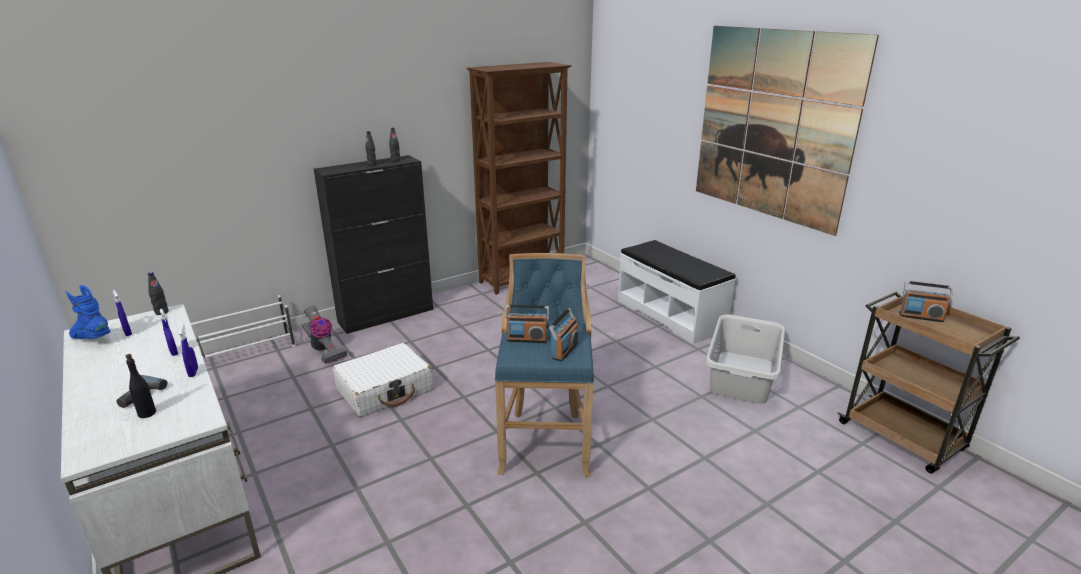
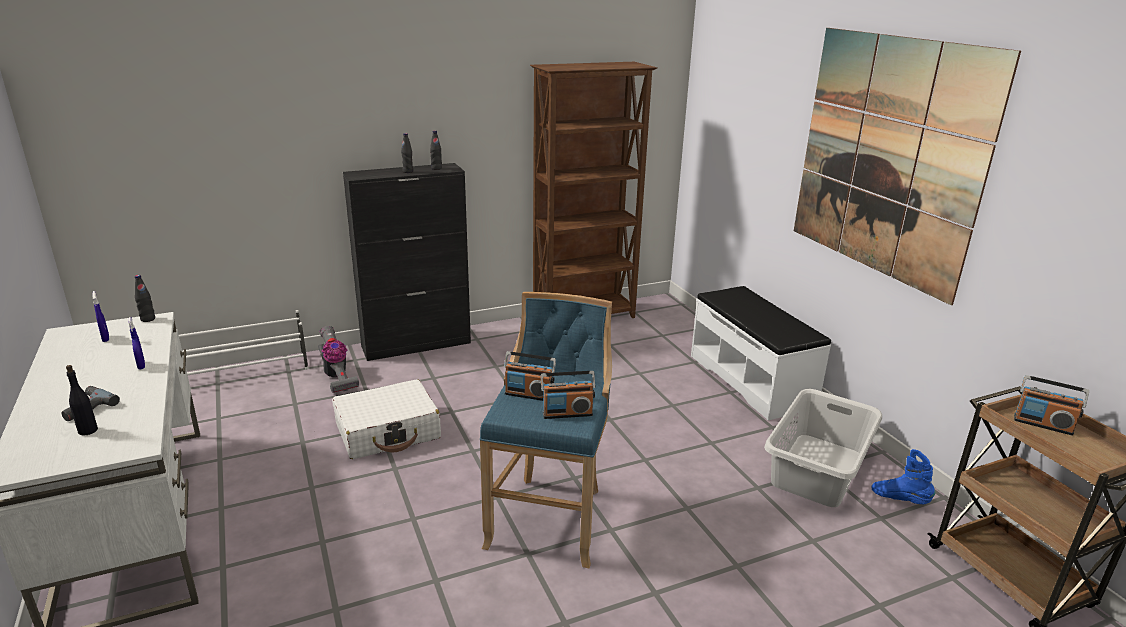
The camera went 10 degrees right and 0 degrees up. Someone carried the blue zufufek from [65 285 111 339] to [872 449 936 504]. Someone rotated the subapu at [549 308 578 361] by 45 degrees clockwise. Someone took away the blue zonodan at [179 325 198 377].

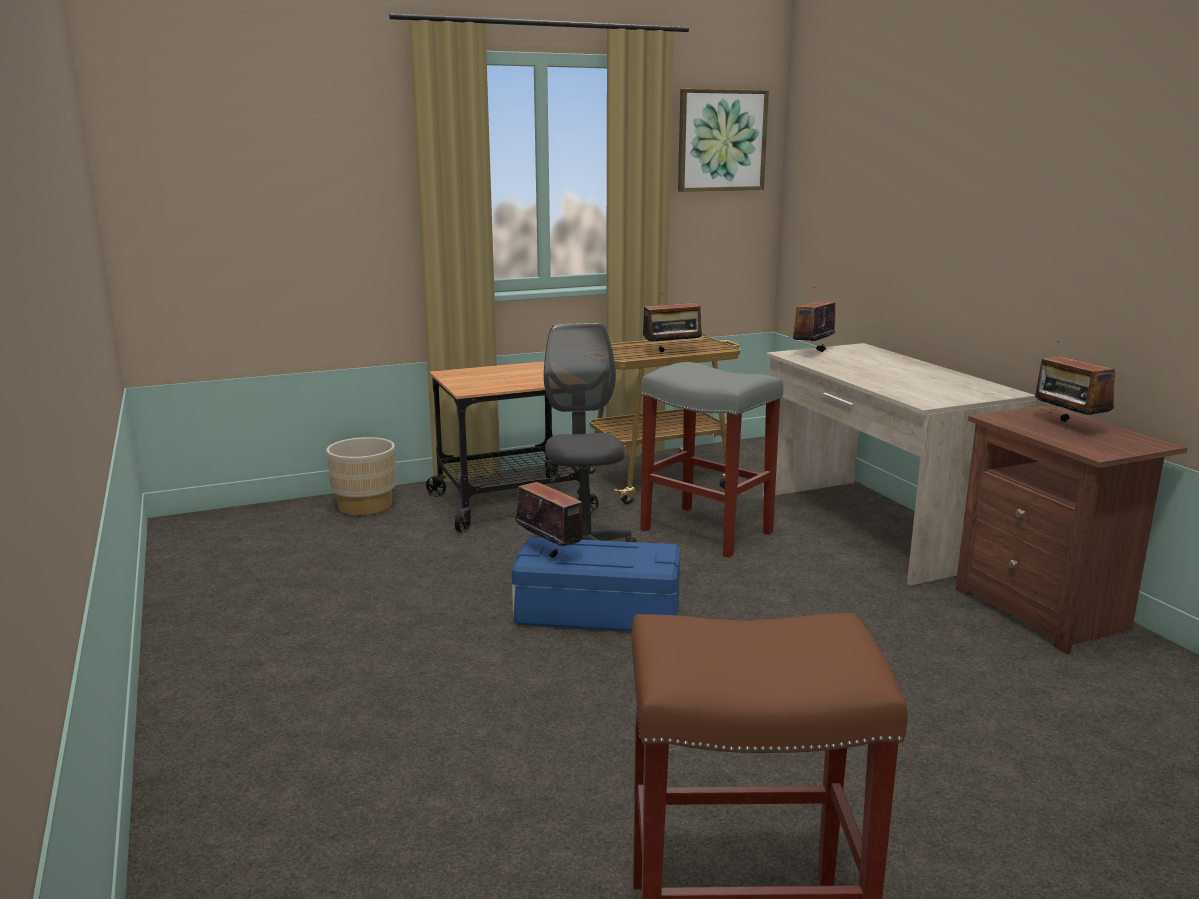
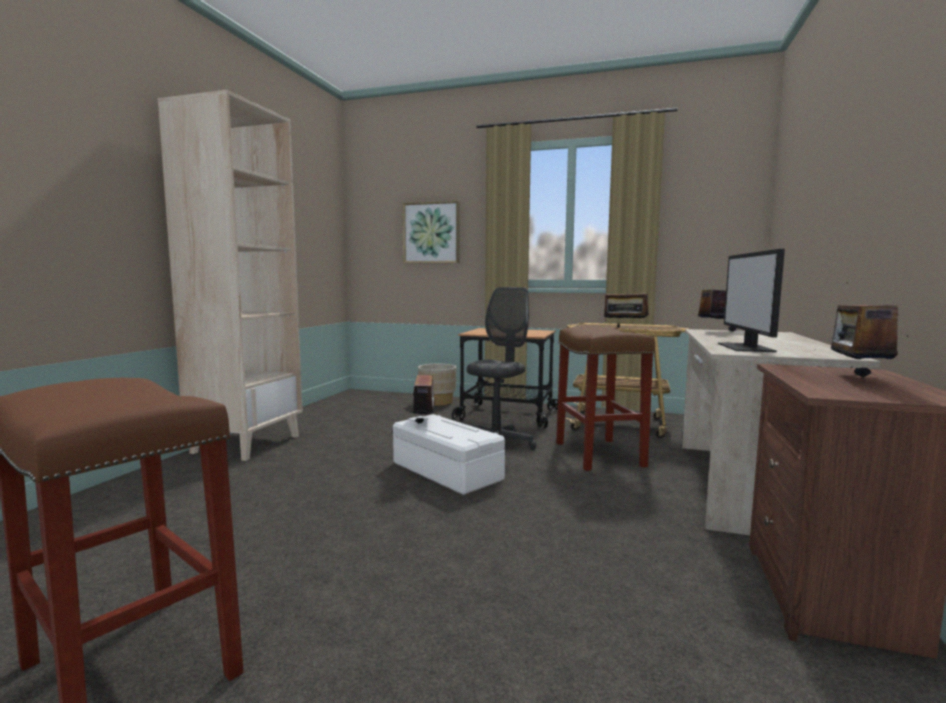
The camera went 40 degrees right and 10 degrees down. Someone carried the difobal from [678 89 769 192] to [402 201 460 264]. Someone repainted the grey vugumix at [640 362 783 558], which became the brown vugumix at [556 326 655 471]. Someone repainted the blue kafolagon at [512 537 680 631], which became the white kafolagon at [393 414 505 495]. Someone put down the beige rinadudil at [158 90 303 461]. Someone put down the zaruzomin at [718 249 785 352].

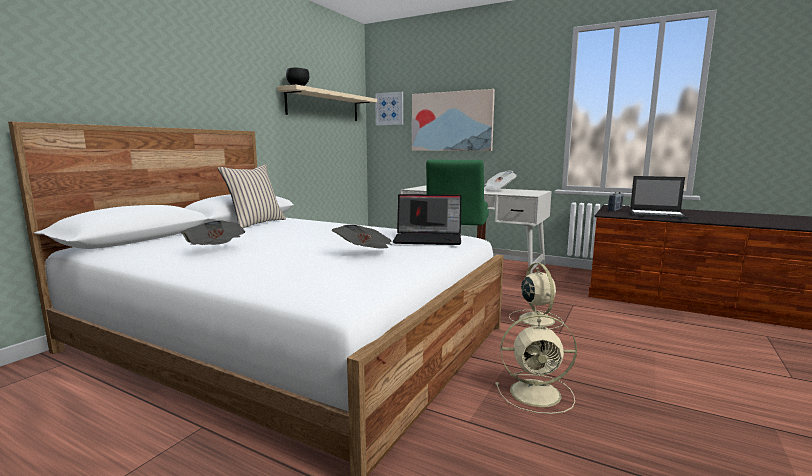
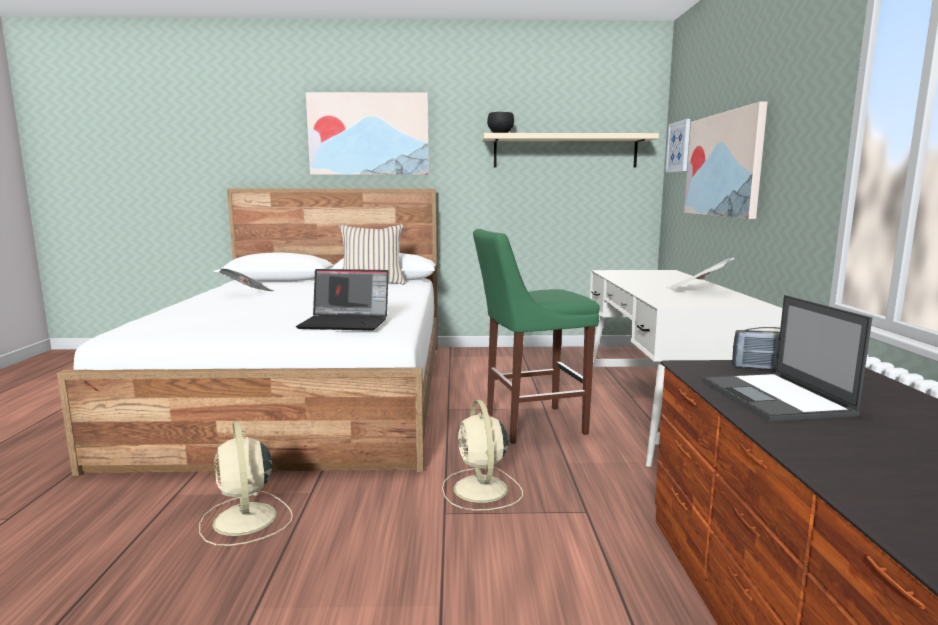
The camera went 60 degrees right and 0 degrees up. Someone rotated the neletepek at [392 194 461 245] by 60 degrees counterclockwise. Someone took away the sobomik at [332 225 392 248]. Someone rotated the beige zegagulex at [509 263 564 329] by 120 degrees clockwise. Someone put up the difobal at [306 92 429 175].

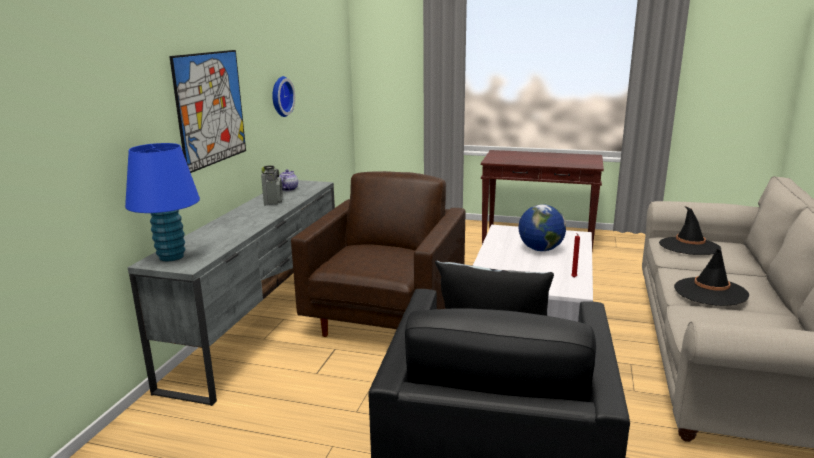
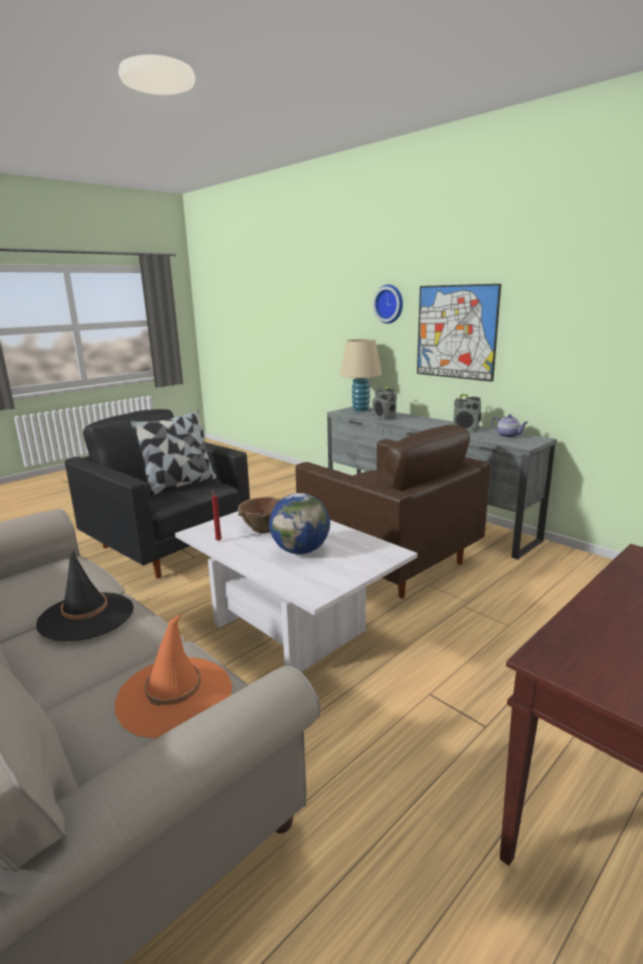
The camera went 120 degrees right and 0 degrees up. Someone carried the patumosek from [272 76 295 117] to [373 284 403 324]. Someone repainted the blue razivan at [125 143 200 261], which became the beige razivan at [340 339 382 411]. Someone repainted the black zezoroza at [659 206 721 255], which became the orange zezoroza at [114 613 232 739]. Someone put down the subapu at [372 386 397 420]. Someone put down the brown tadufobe at [238 497 281 533].

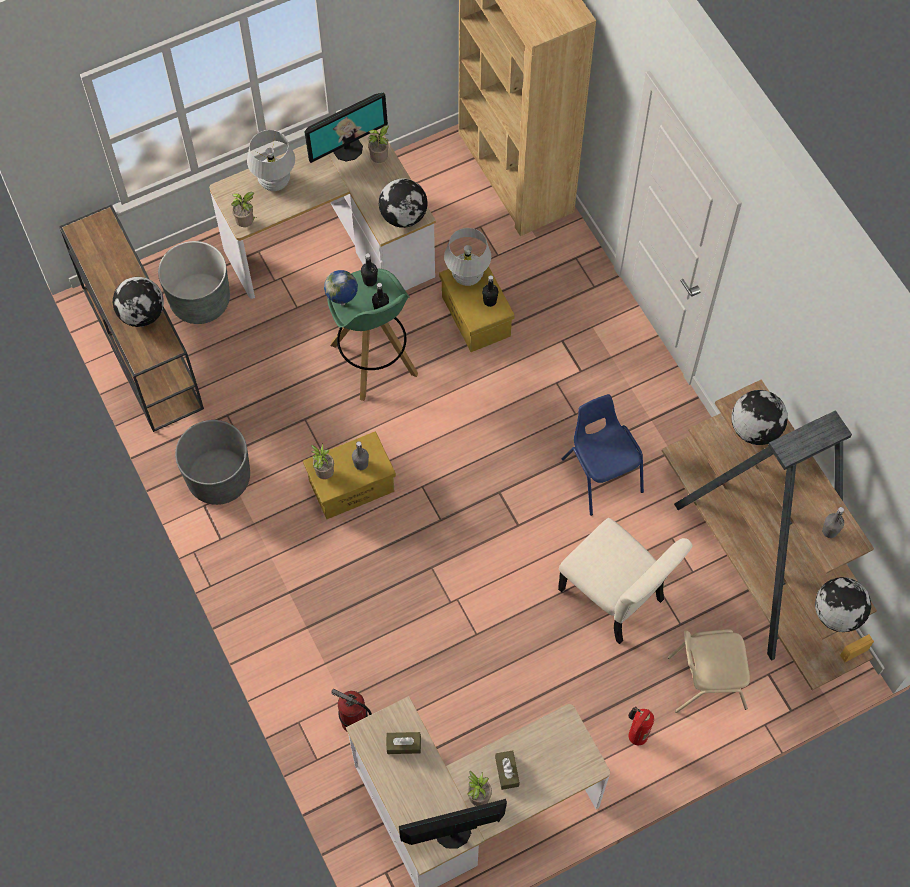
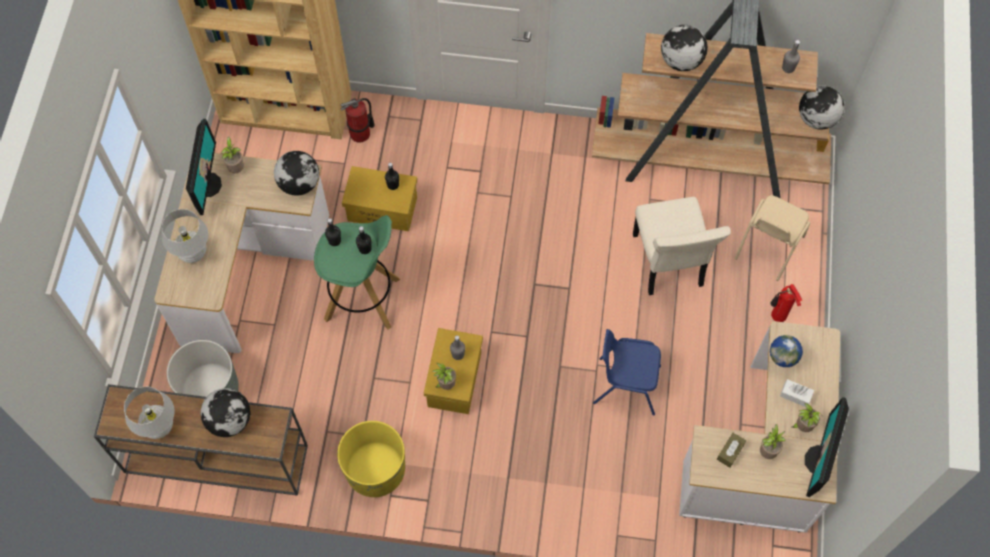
The camera went 55 degrees left and 0 degrees up. Someone carried the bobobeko from [231 192 256 227] to [760 424 786 459]. Someone carried the white razivan from [444 228 491 286] to [124 386 175 439]. Someone carried the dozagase from [324 270 358 306] to [770 335 803 367]. Someone carried the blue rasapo from [562 394 644 516] to [593 329 661 415]. Someone repainted the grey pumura at [175 420 250 505], which became the yellow pumura at [337 421 405 497]. Someone rotated the beige rasapo at [558 518 692 644] by 90 degrees clockwise. Someone carried the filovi from [331 689 372 732] to [340 98 375 143]. Someone repainted the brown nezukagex at [495 750 520 790], which became the white nezukagex at [780 379 814 407].

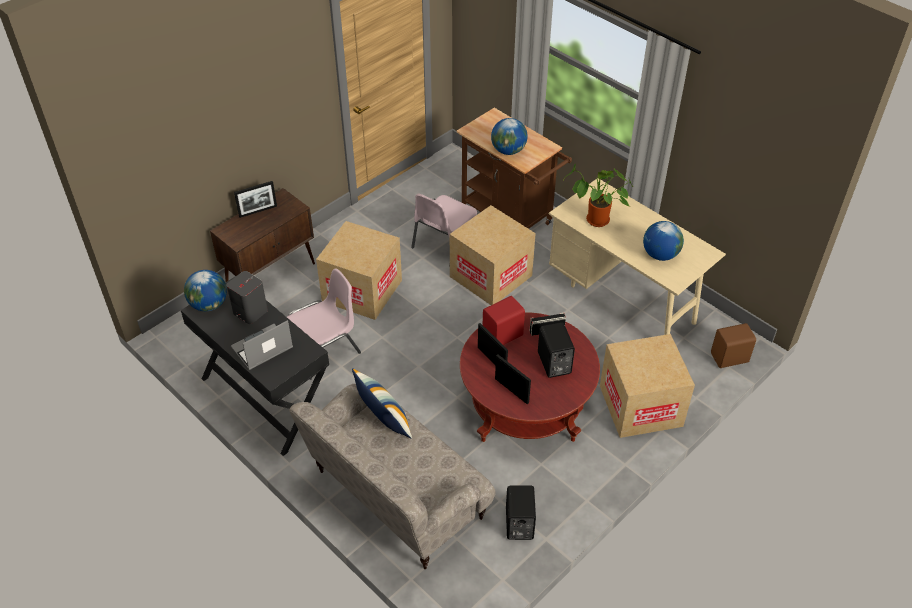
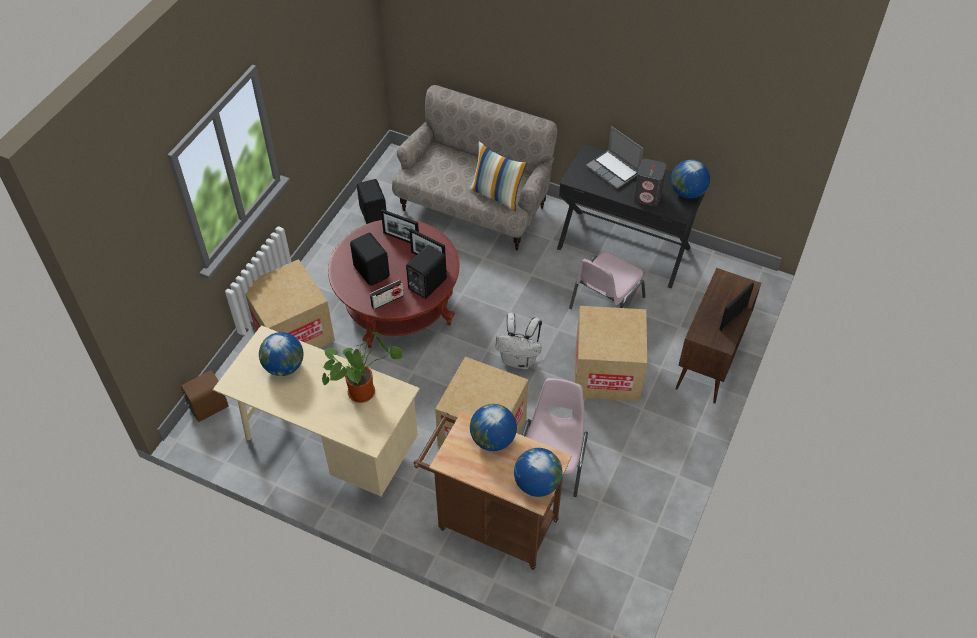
The camera went 160 degrees right and 5 degrees up. Someone repainted the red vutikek at [483 296 525 345], which became the black vutikek at [406 245 447 299]. Someone rotated the neletepek at [231 320 293 370] by 105 degrees clockwise. Someone put down the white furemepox at [496 313 542 369]. Someone put down the dozagase at [514 448 563 497].

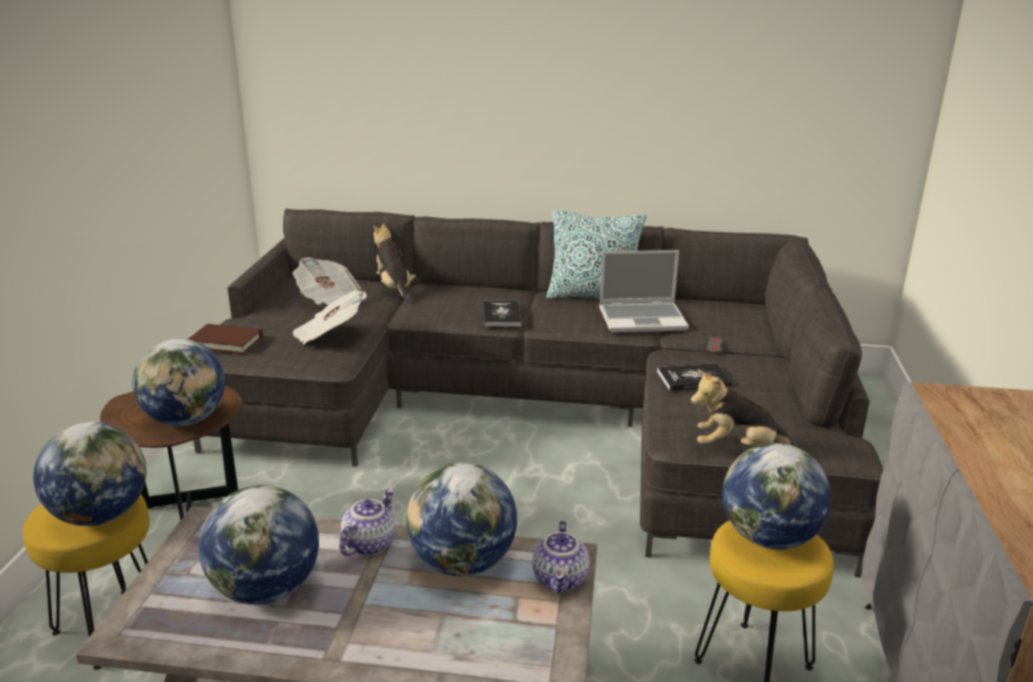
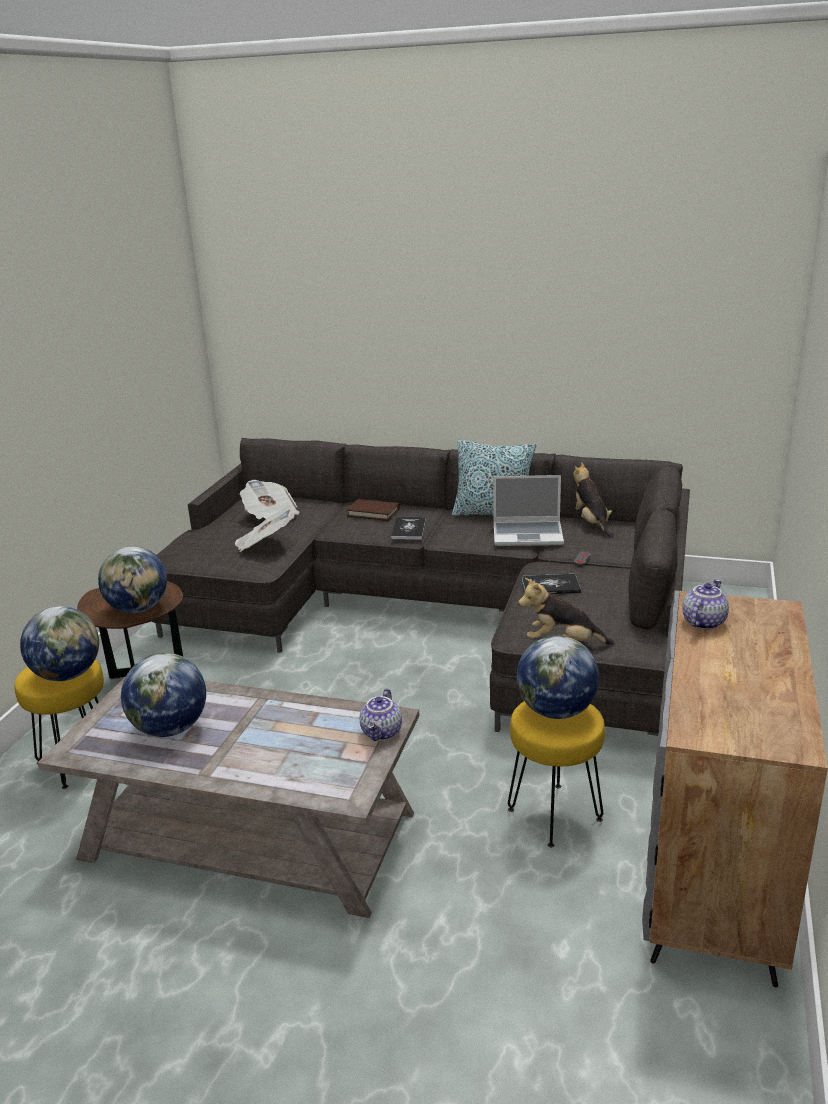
The camera went 10 degrees right and 0 degrees up. Someone carried the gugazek from [373 224 416 304] to [573 463 614 538]. Someone carried the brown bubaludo from [188 324 263 354] to [347 499 400 521]. Someone took away the dozagase at [406 463 517 576]. Someone carried the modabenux from [339 489 396 556] to [682 579 729 630].

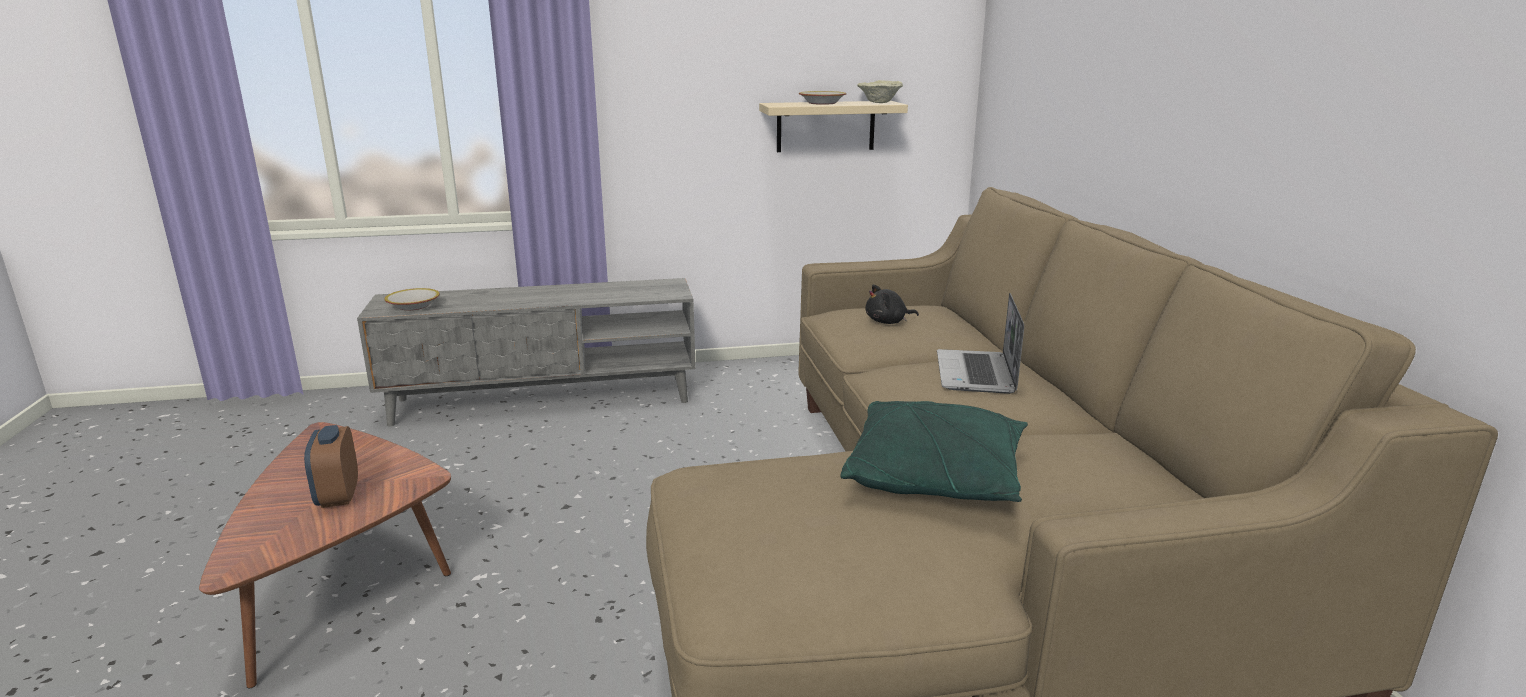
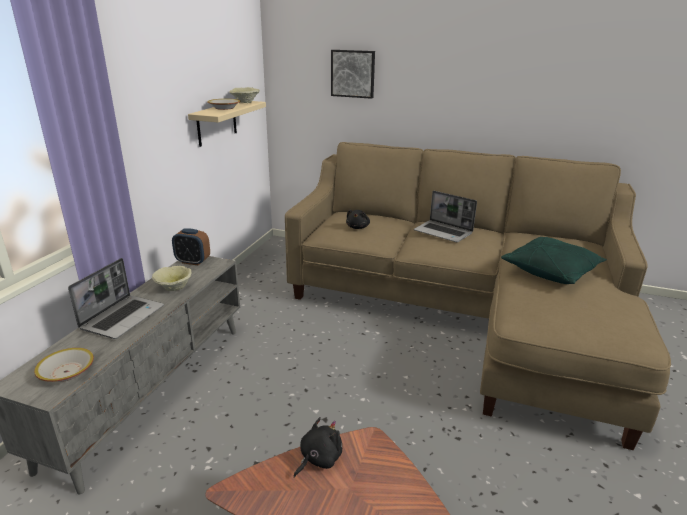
The camera went 60 degrees left and 5 degrees up. Someone carried the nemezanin from [304 425 358 508] to [172 228 210 265]. Someone put up the difobal at [331 50 375 99]. Someone put down the neletepek at [68 258 164 339]. Someone put down the beige tadufobe at [152 266 191 291]. Someone put down the black gugazek at [294 417 342 478].

